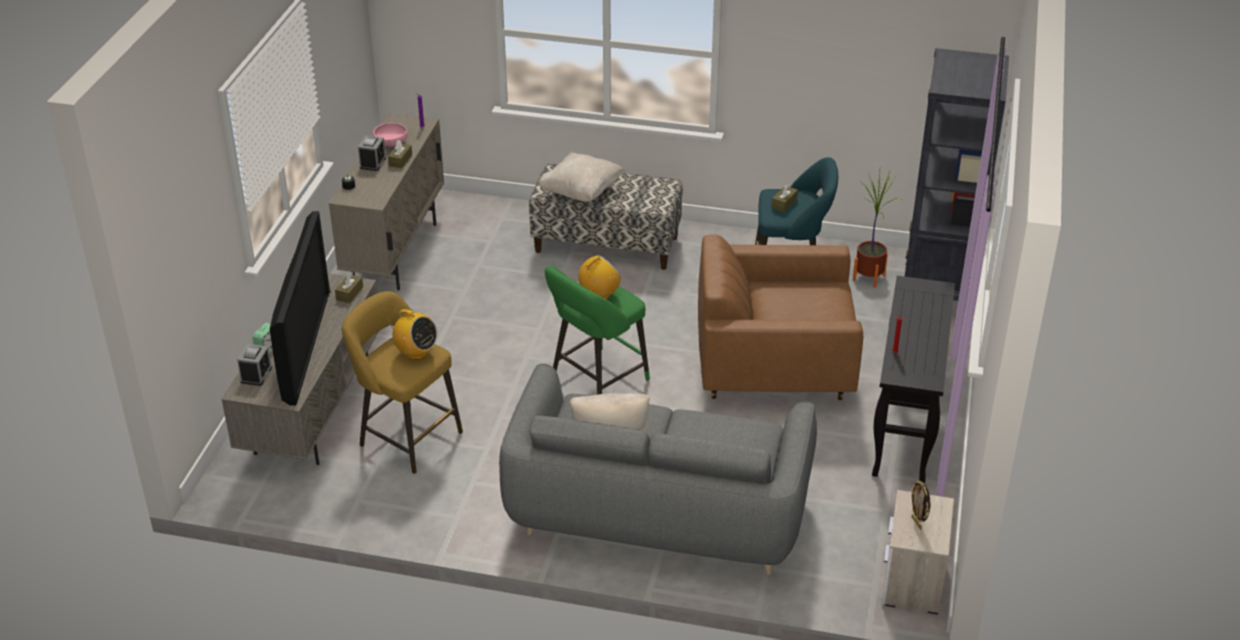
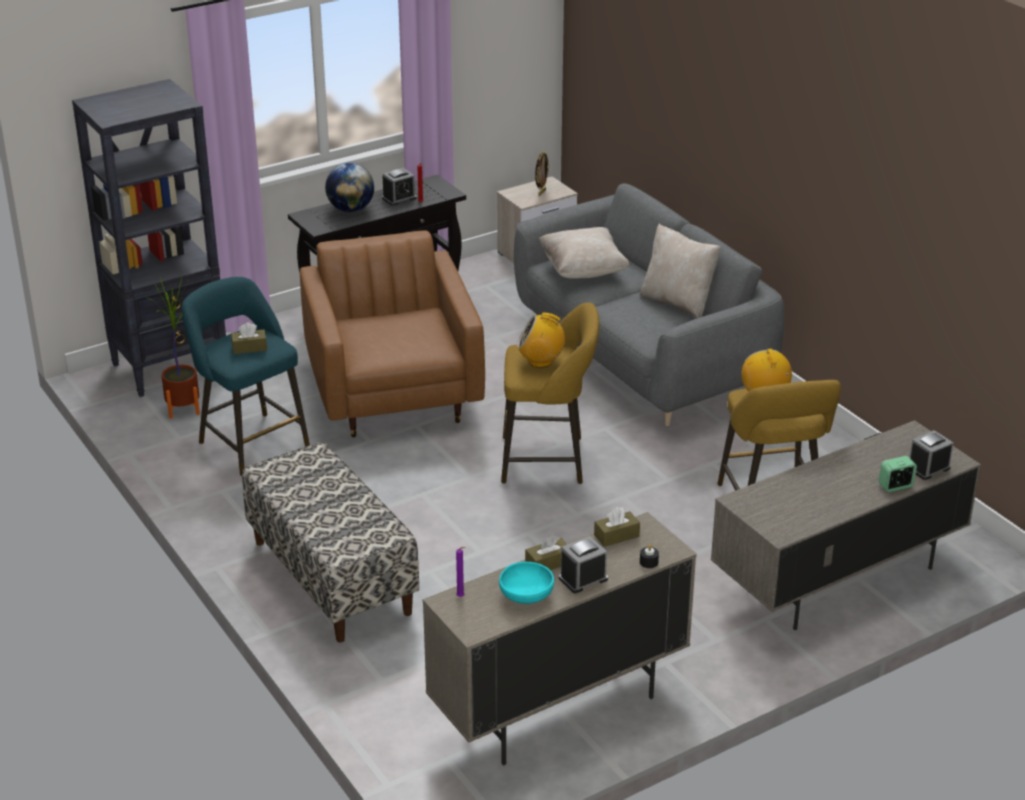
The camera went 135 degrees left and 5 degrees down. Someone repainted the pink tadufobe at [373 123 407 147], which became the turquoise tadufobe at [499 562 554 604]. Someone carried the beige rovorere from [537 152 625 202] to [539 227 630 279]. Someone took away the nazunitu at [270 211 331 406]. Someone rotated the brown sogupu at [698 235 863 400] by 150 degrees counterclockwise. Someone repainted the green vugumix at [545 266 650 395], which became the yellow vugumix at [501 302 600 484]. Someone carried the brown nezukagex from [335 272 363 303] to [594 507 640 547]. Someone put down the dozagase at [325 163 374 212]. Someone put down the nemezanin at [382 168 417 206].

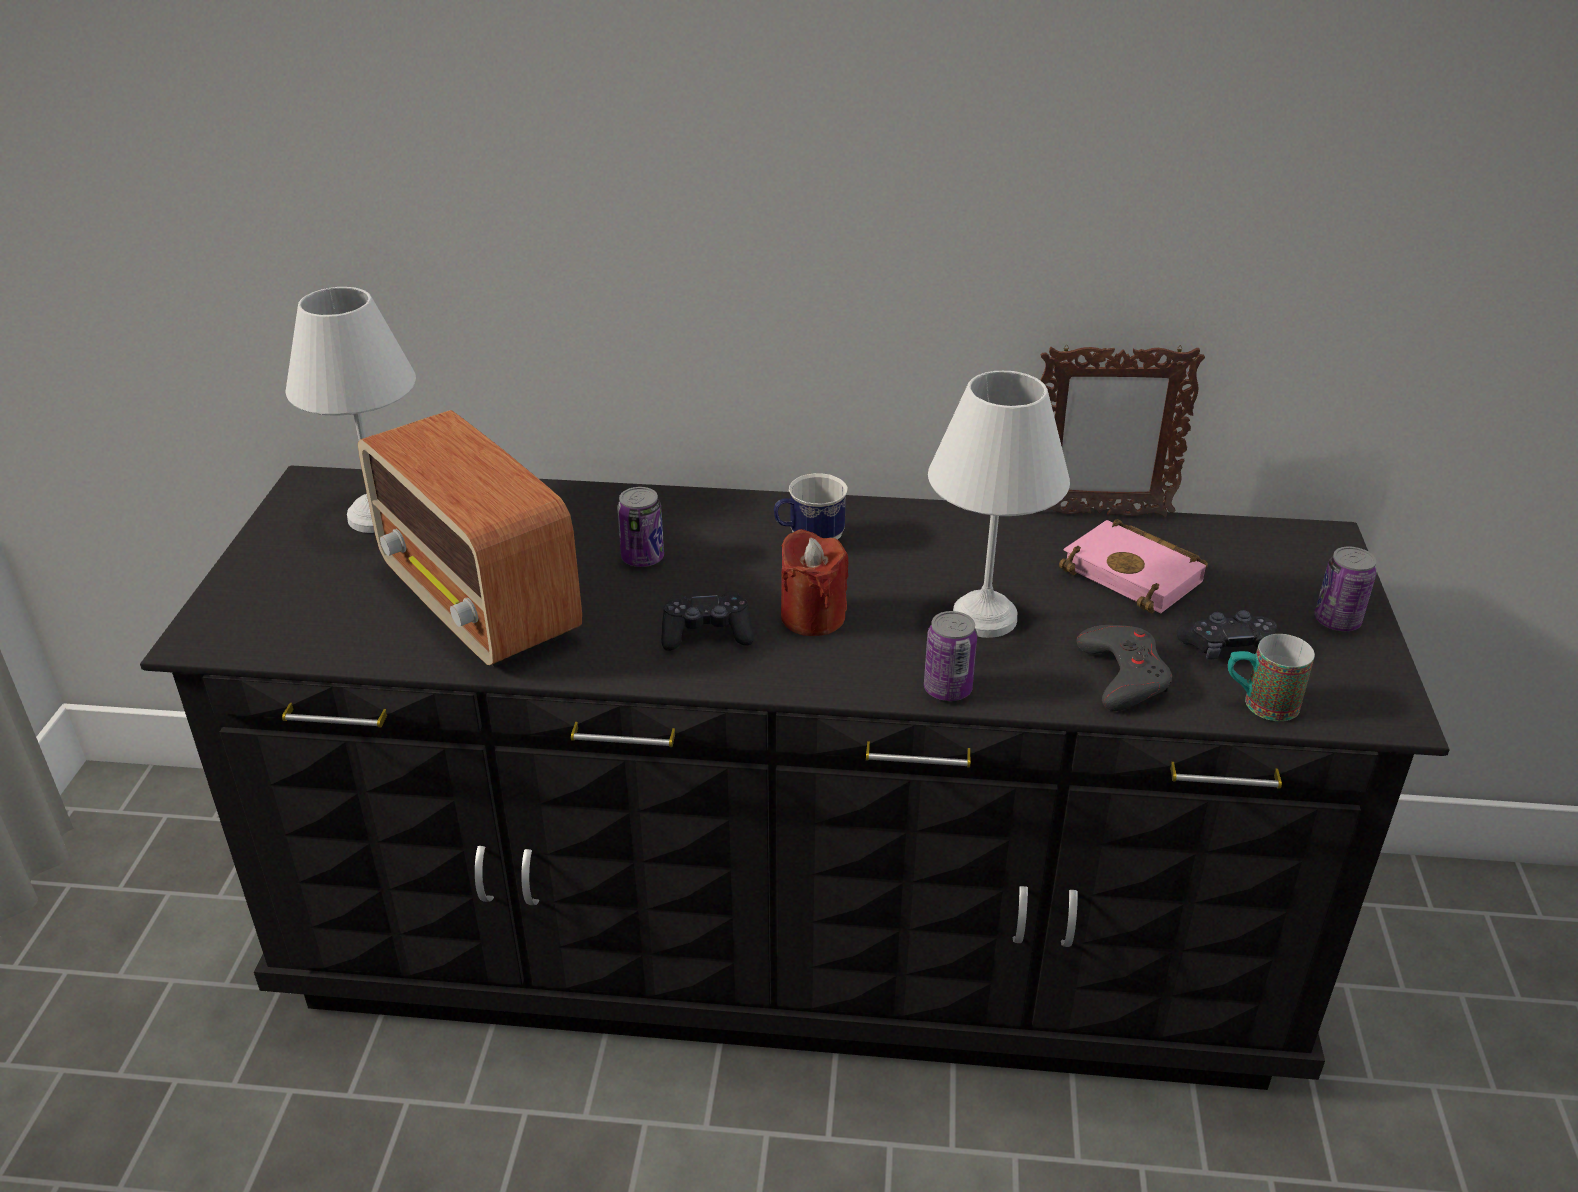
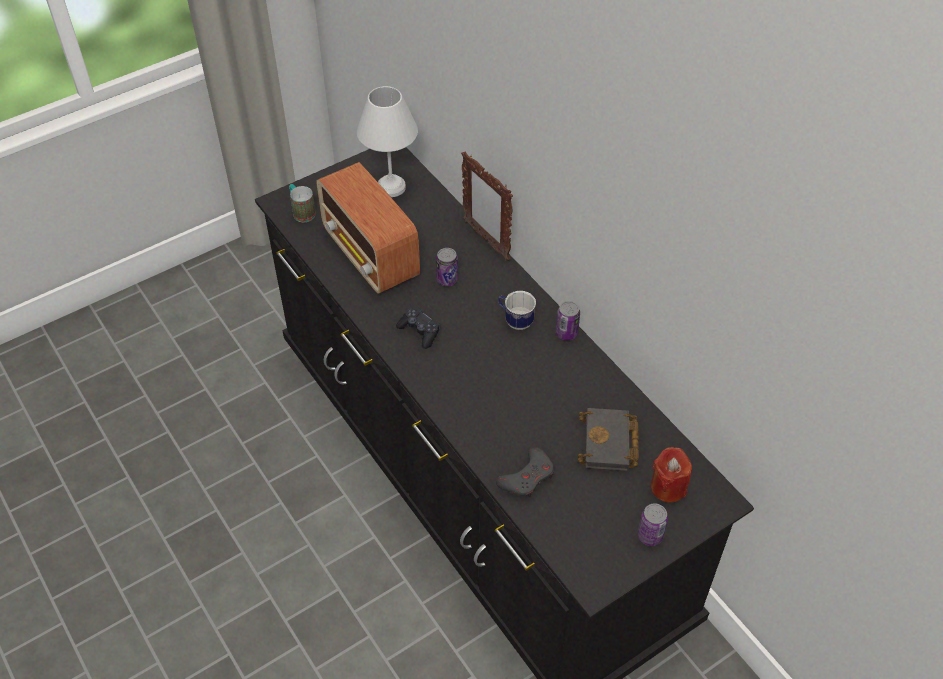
The camera went 50 degrees right and 15 degrees up. Someone carried the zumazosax from [1040 345 1205 517] to [461 151 513 261]. Someone took away the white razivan at [928 371 1070 638]. Someone rotated the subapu at [358 410 582 667] by 45 degrees counterclockwise. Someone repainted the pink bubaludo at [1059 519 1208 614], which became the black bubaludo at [578 408 639 471]. Someone carried the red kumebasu from [781 529 849 636] to [651 447 692 502]. Someone took away the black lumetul at [1177 610 1277 659]. Someone carried the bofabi from [924 611 977 701] to [556 301 580 340]. Someone carried the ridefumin from [1228 634 1315 721] to [289 184 316 222].

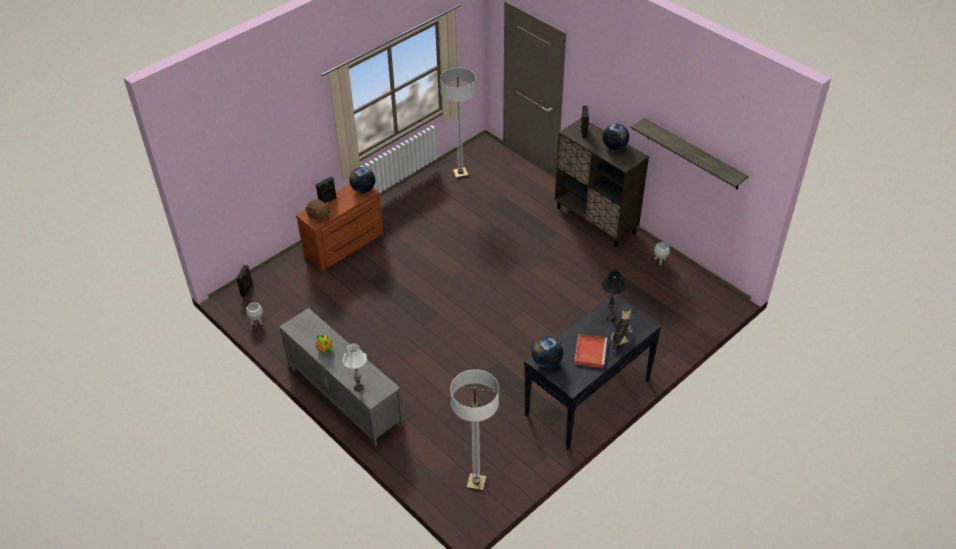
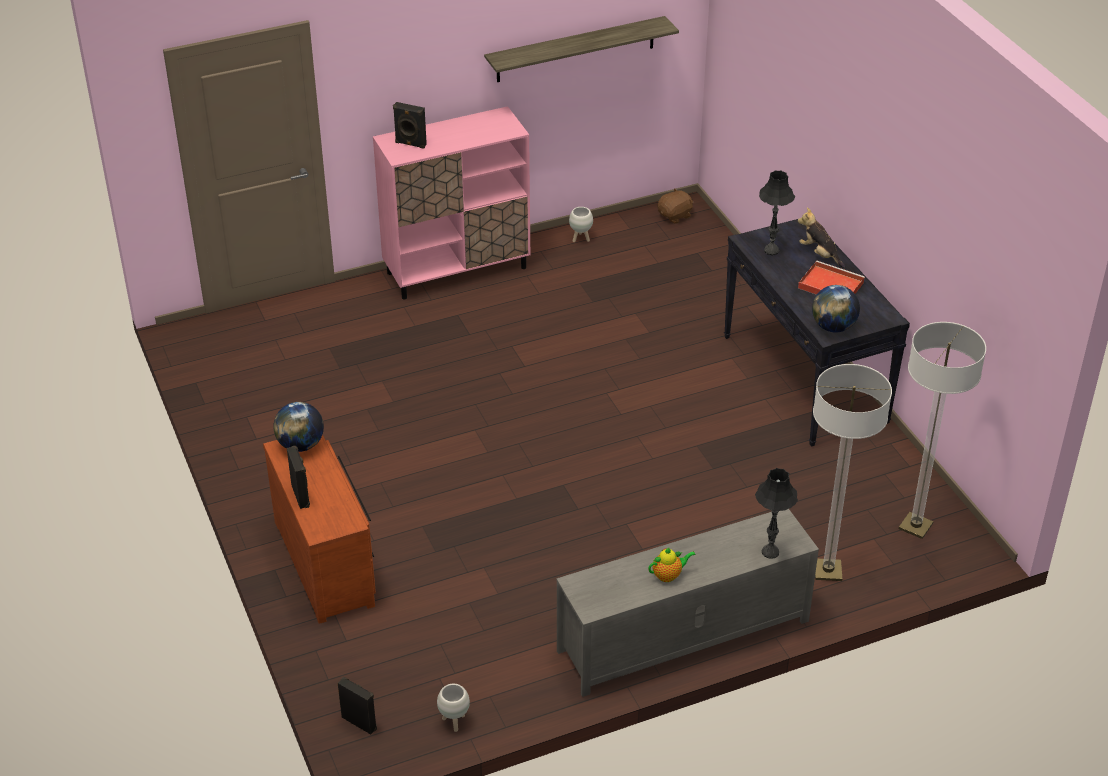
The camera went 70 degrees left and 5 degrees down. Someone carried the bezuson from [440 67 476 178] to [813 364 892 581]. Someone repainted the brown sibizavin at [555 118 649 247], which became the pink sibizavin at [373 106 530 300]. Someone took away the dozagase at [603 123 629 150]. Someone carried the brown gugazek from [305 199 330 222] to [658 188 693 224]. Someone repainted the white razivan at [342 344 367 393], which became the black razivan at [755 468 798 559].

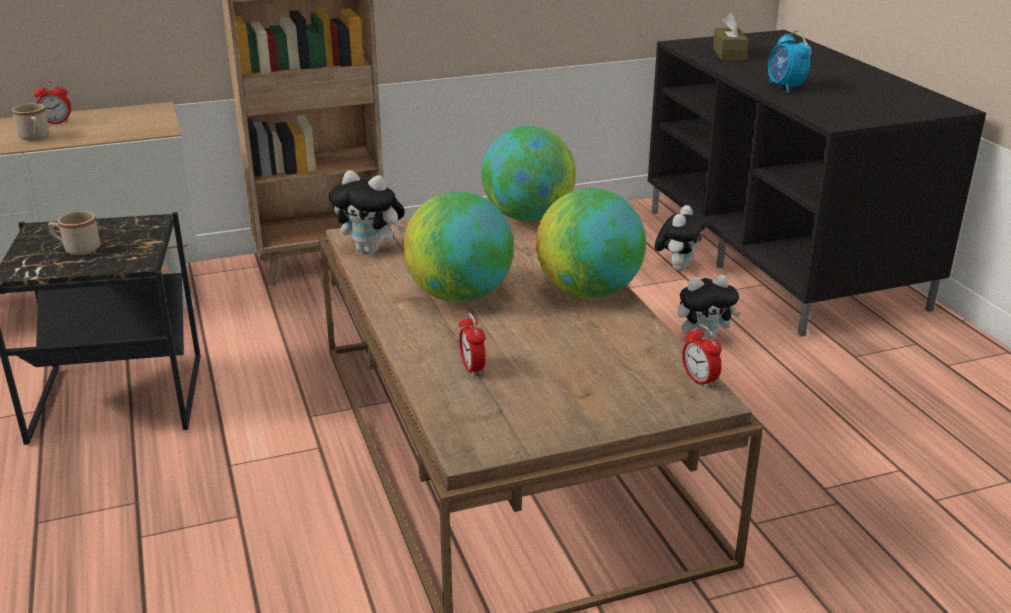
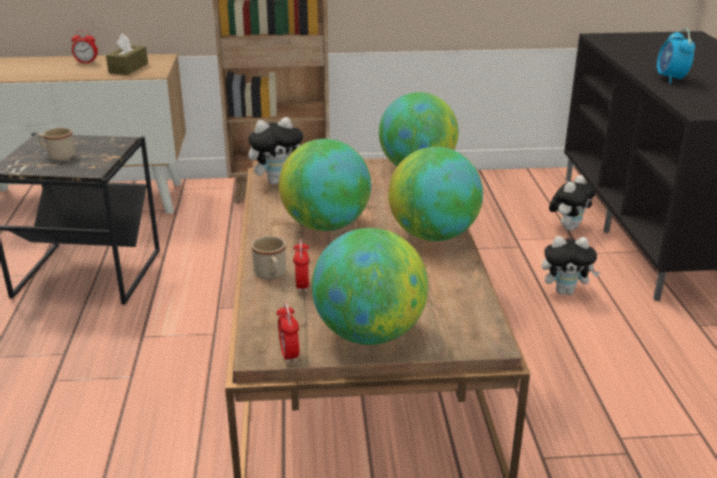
The camera went 15 degrees right and 0 degrees up. Someone carried the brown nezukagex from [713 13 748 60] to [106 33 148 75]. Someone carried the beige ridefumin from [12 103 49 141] to [252 236 286 280]. Someone rotated the gugazek at [329 170 405 254] by 60 degrees counterclockwise. Someone carried the nemezanin from [682 324 722 389] to [276 302 299 364]. Someone put down the dozagase at [312 228 428 345].

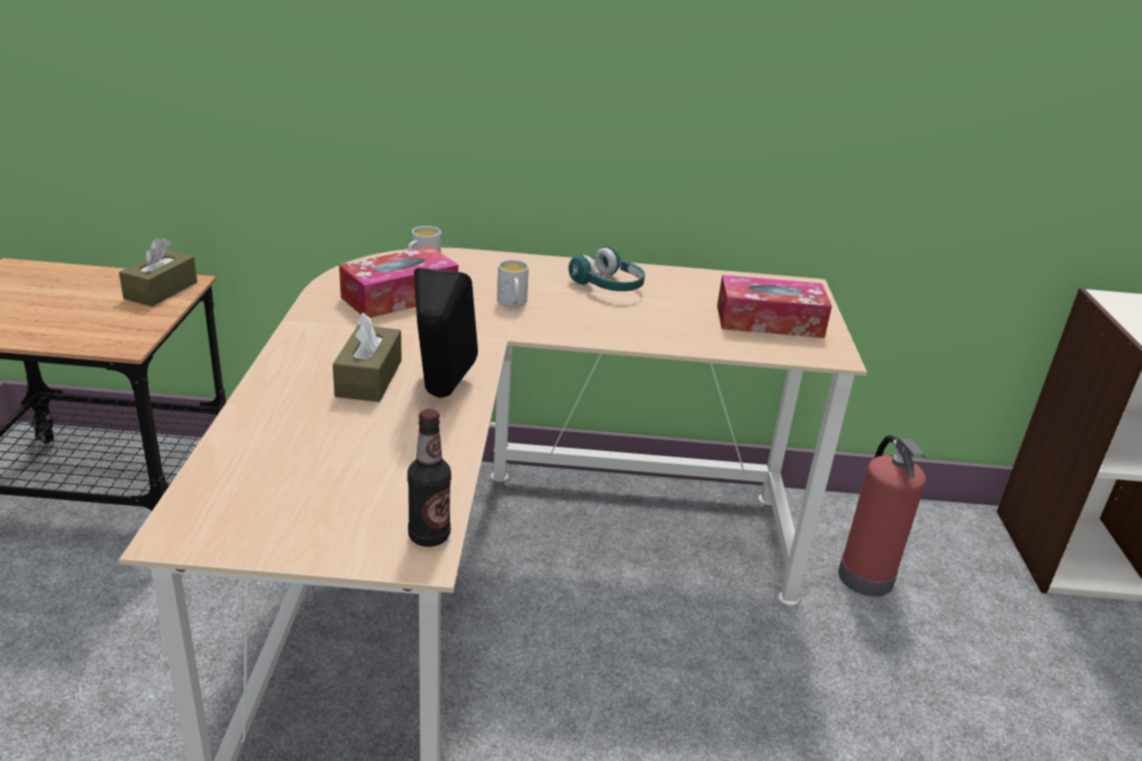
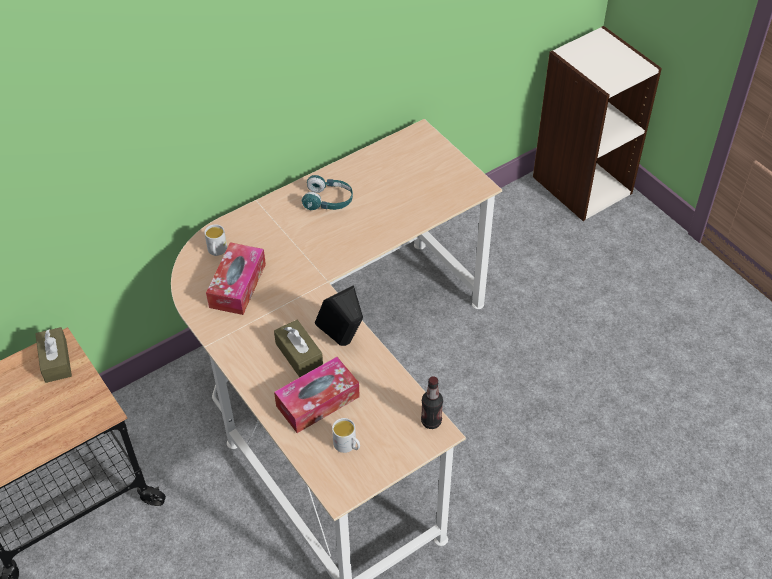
The camera went 35 degrees left and 20 degrees up. Someone carried the white ridefumin from [497 260 529 307] to [332 418 360 453]. Someone carried the nezukagex from [717 275 832 338] to [274 357 360 433]. Someone took away the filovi at [838 435 926 596].

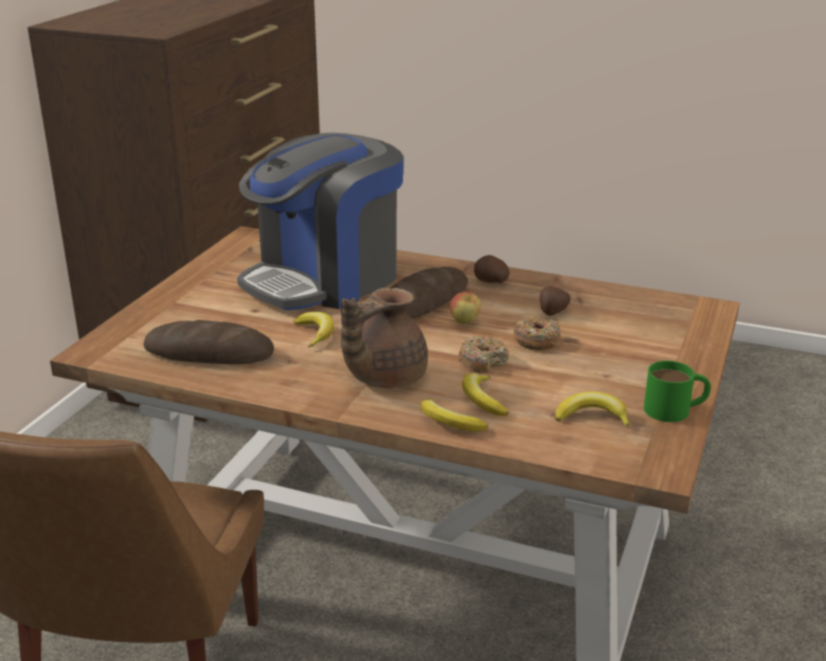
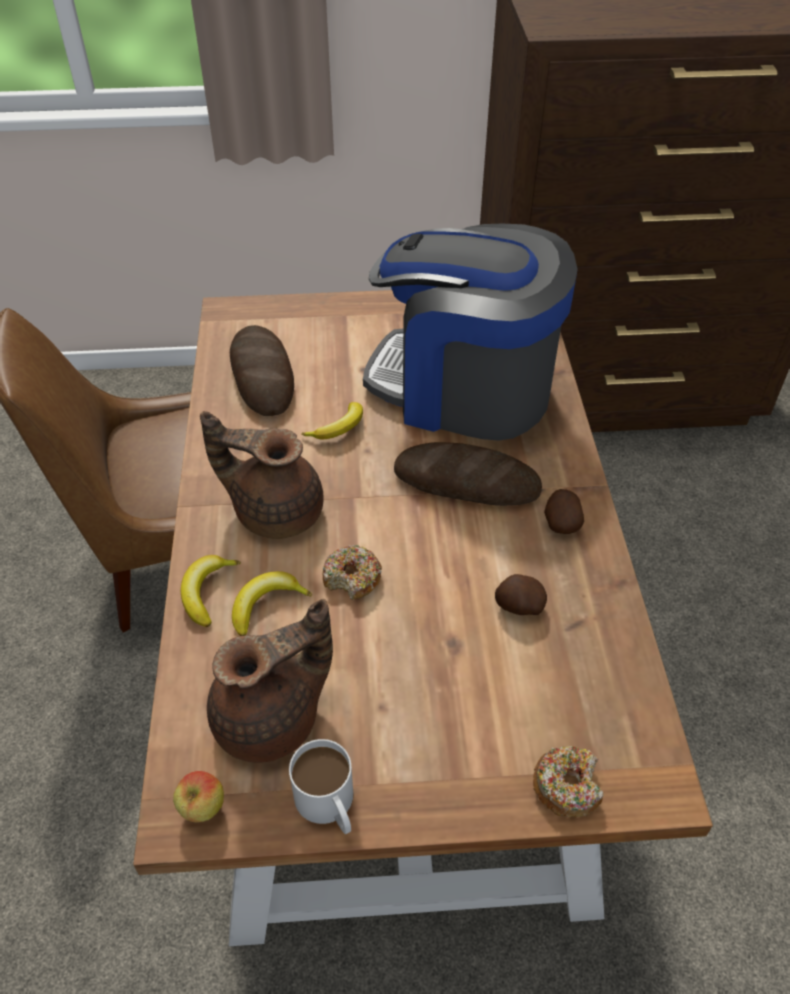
The camera went 65 degrees right and 20 degrees up. Someone carried the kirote from [450 292 481 324] to [173 771 224 822]. Someone carried the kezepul from [514 315 561 350] to [533 746 603 817]. Someone repainted the green ridefumin at [644 361 711 422], which became the white ridefumin at [289 739 353 834]. Someone swapped the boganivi at [555 392 630 428] for the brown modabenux at [207 599 333 763].

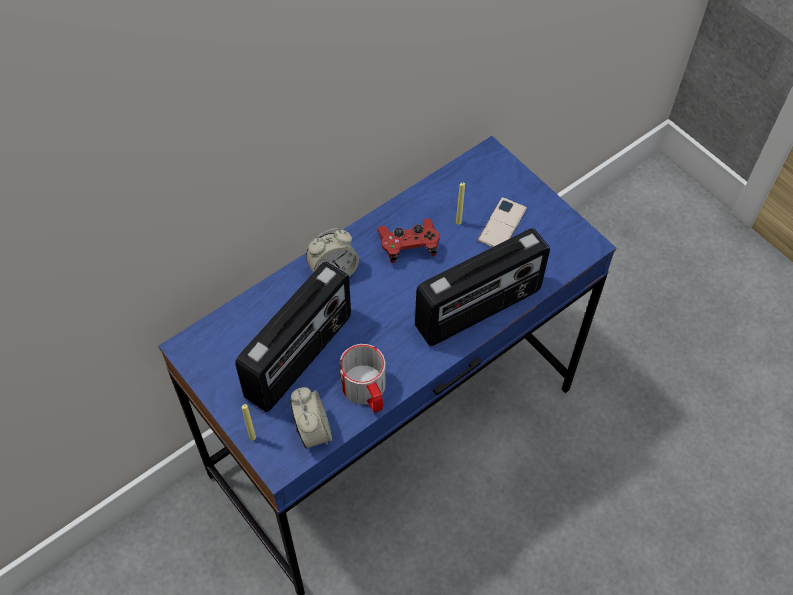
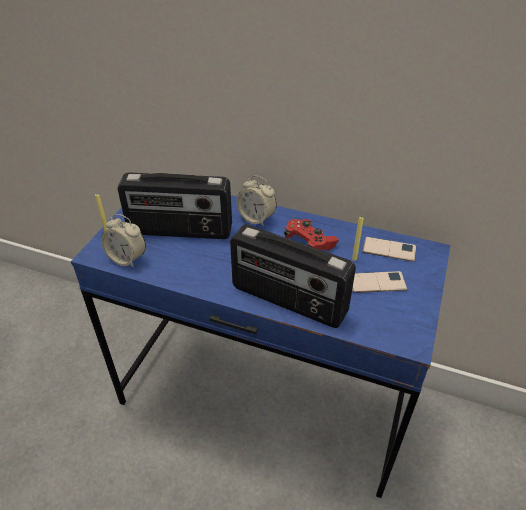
The camera went 60 degrees right and 15 degrees down. Someone took away the ridefumin at [339 344 385 413]. Someone rotated the nemezanin at [290 387 332 449] by 75 degrees clockwise. Someone put down the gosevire at [362 237 416 262].

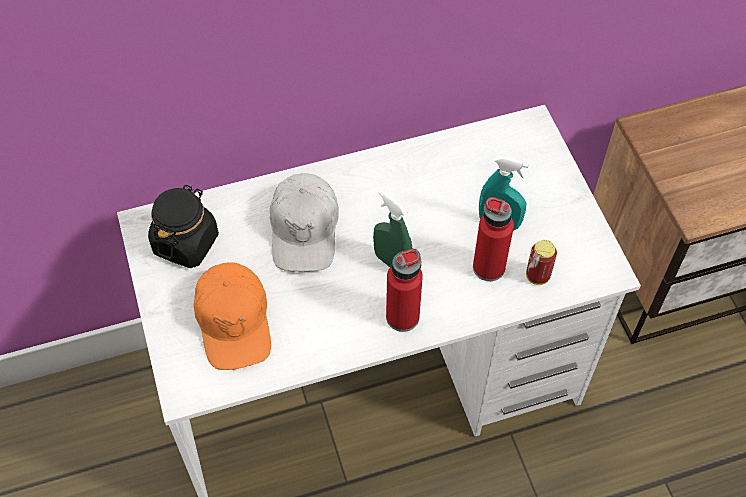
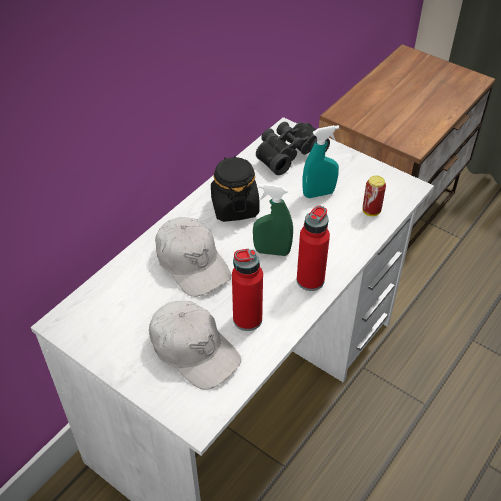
The camera went 35 degrees left and 10 degrees down. Someone carried the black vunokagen from [148 185 219 268] to [211 156 260 222]. Someone carried the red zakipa from [473 197 514 281] to [232 249 263 331]. Someone repainted the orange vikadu at [194 262 271 370], which became the white vikadu at [149 301 241 390]. Someone put down the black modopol at [256 122 330 175].

